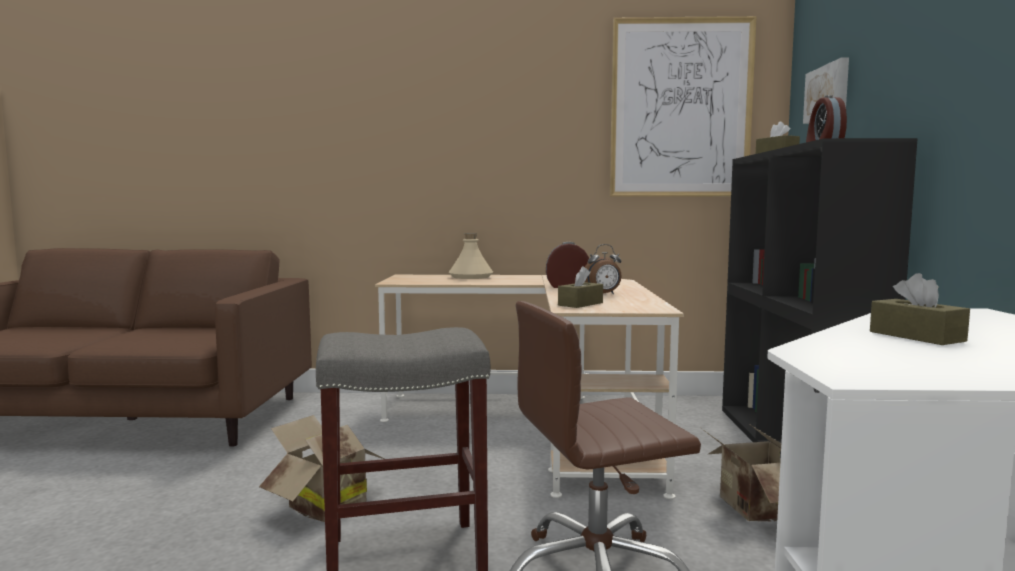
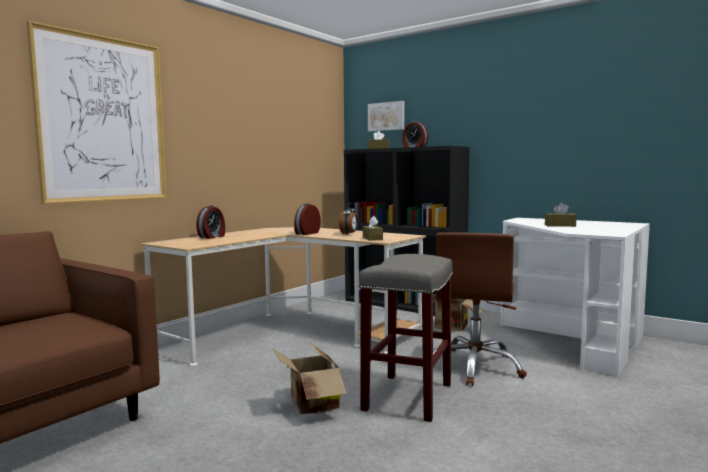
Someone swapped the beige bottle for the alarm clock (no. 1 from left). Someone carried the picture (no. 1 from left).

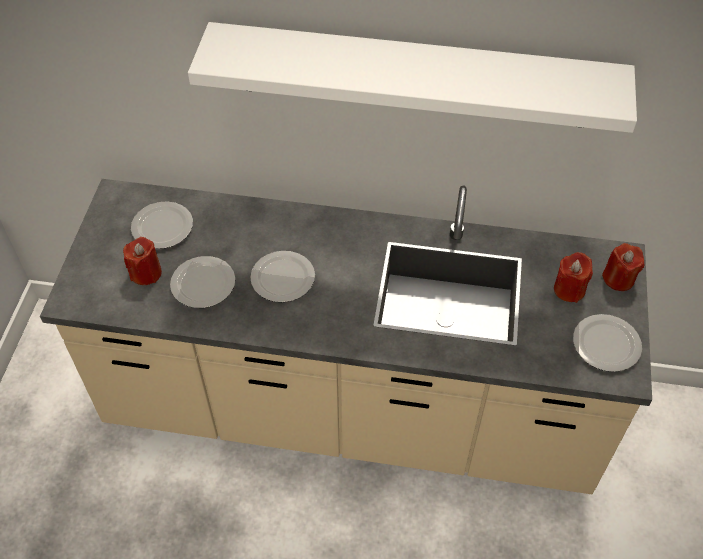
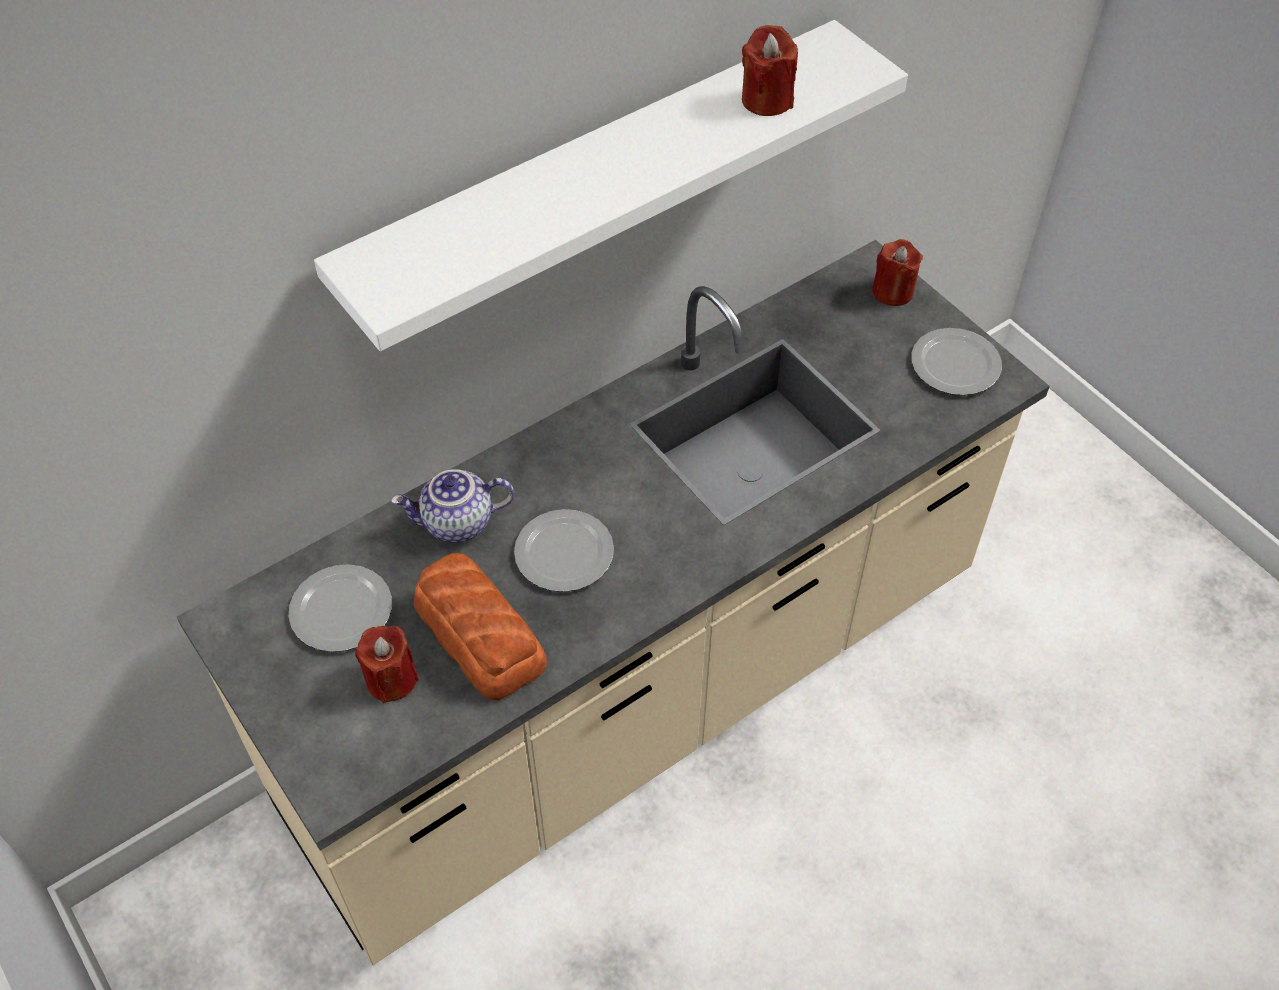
Someone swapped the plate (no. 2 from left) for the bread. Someone carried the red candle (no. 2 from left). Someone put down the teapot.

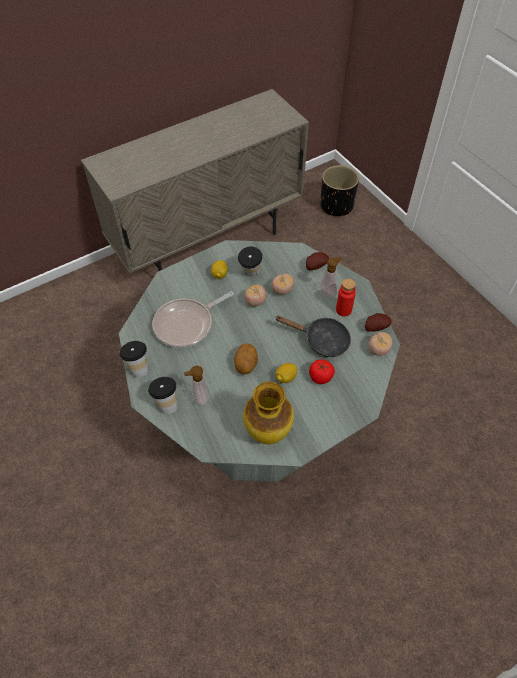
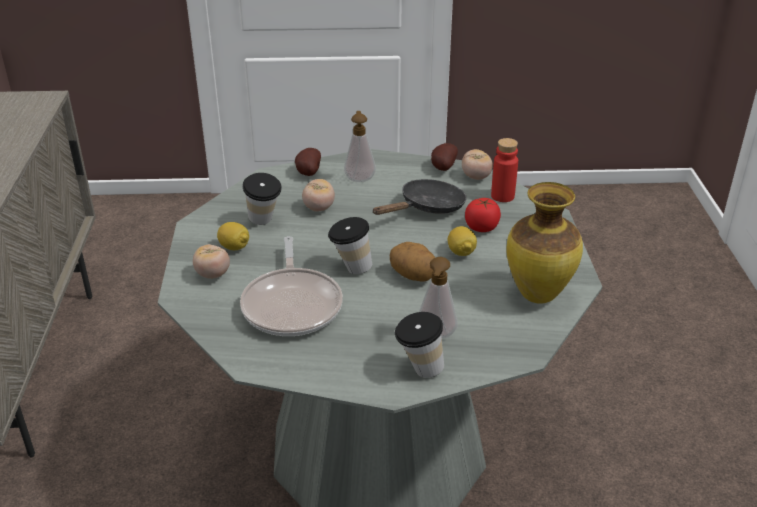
Someone carried the cup (no. 1 from left in the first image). Someone carried the tomato (no. 1 from left). Someone took away the black planter. Someone carried the red bottle.

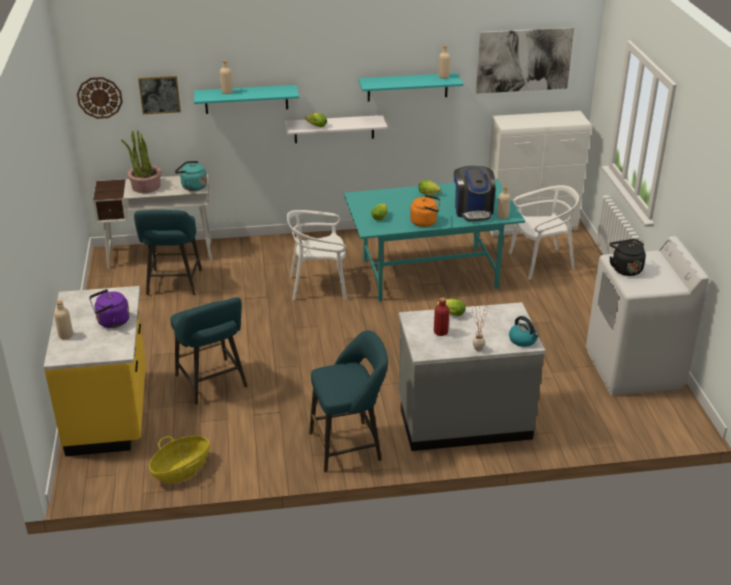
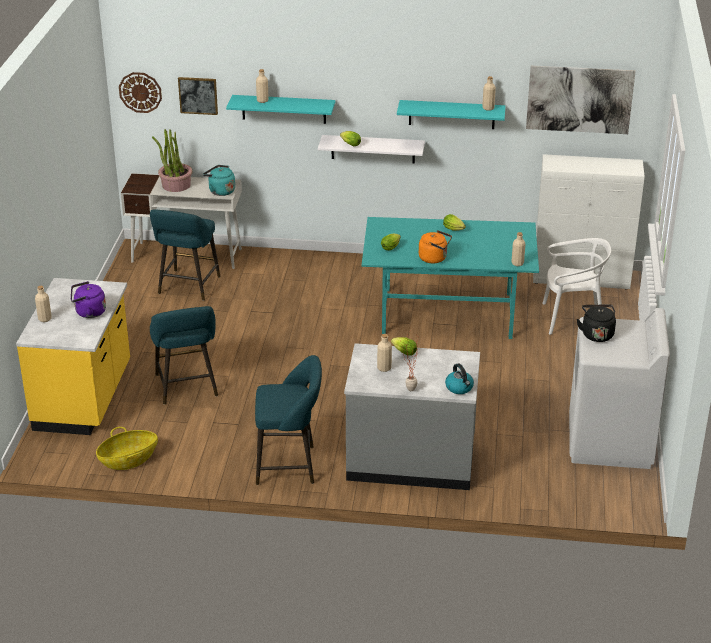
Someone took away the white chair (no. 1 from left). Someone repainted the red bottle, which became the beige bottle (no. 3 from left). Someone took away the coffee machine.

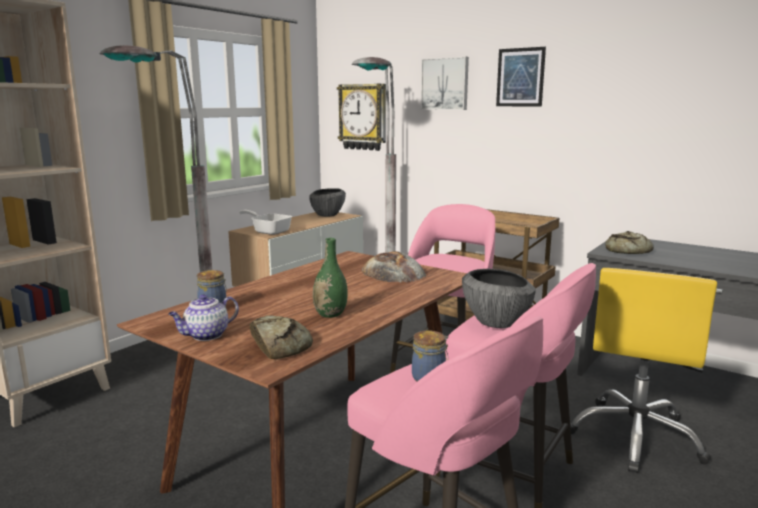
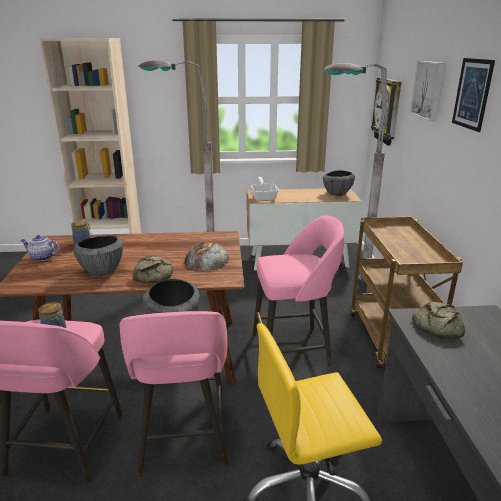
Someone carried the bread (no. 1 from left). Someone swapped the green vase for the bowl (no. 1 from left).

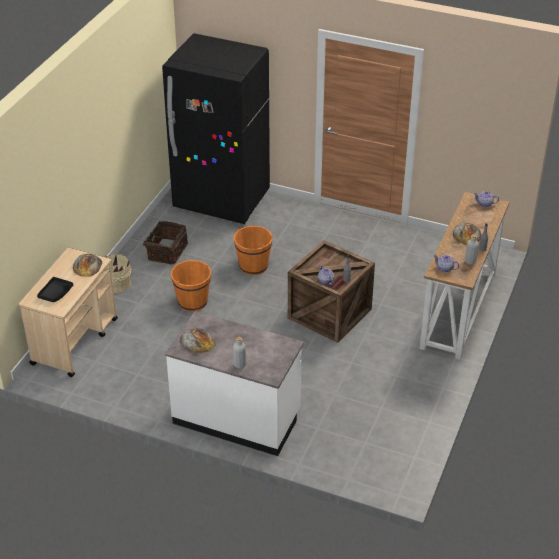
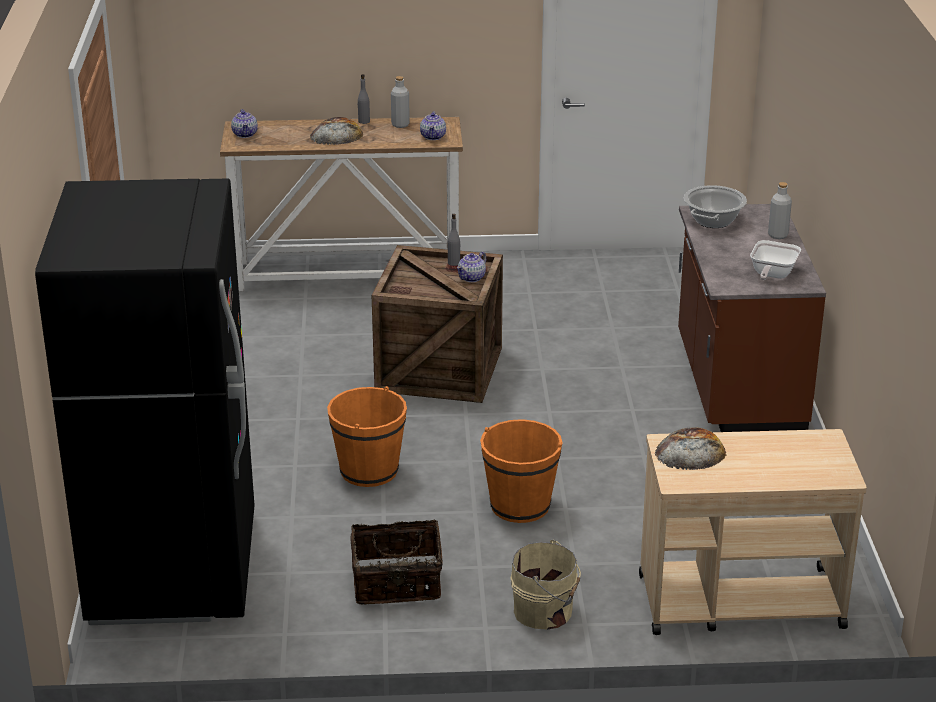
Someone took away the black tray. Someone repainted the white counter, which became the brown counter. Someone swapped the bread (no. 2 from left) for the frying pan. Someone put down the cooking pot.

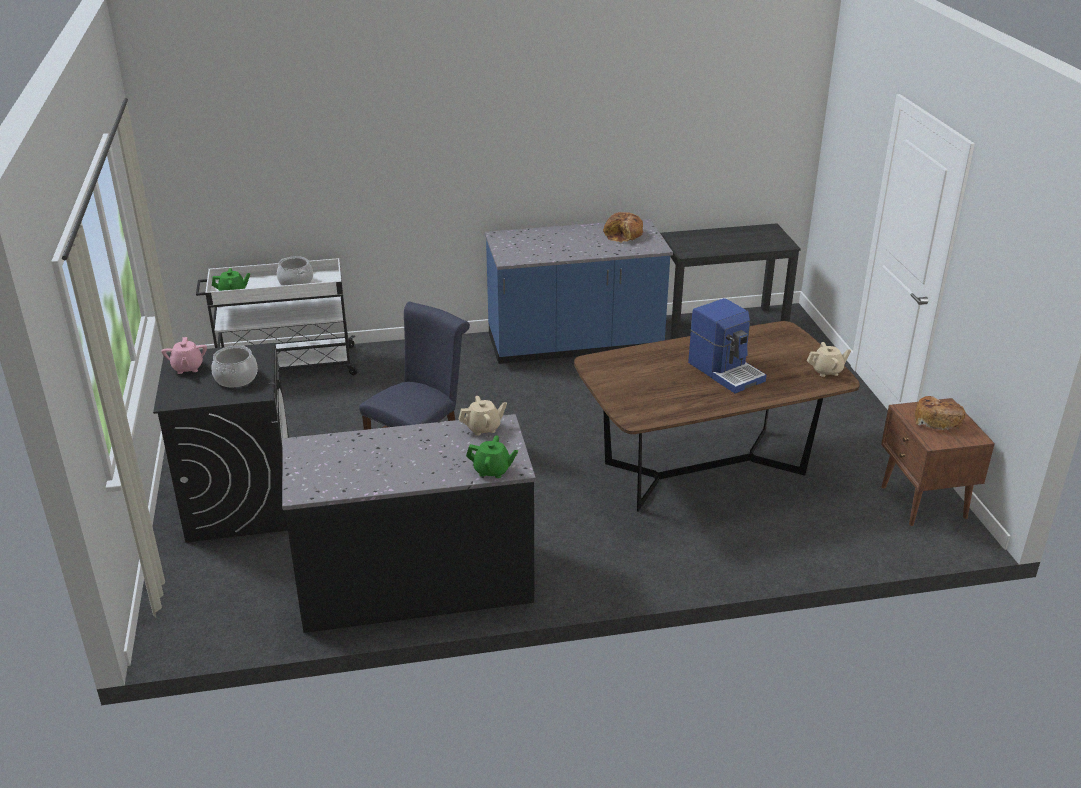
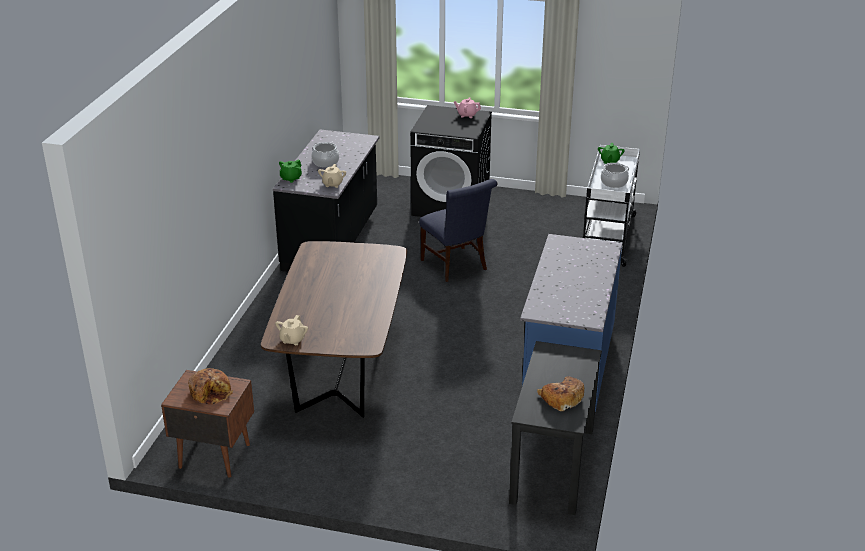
Someone carried the cooking pot (no. 1 from left). Someone carried the bread (no. 1 from left in the first image). Someone took away the coffee machine.

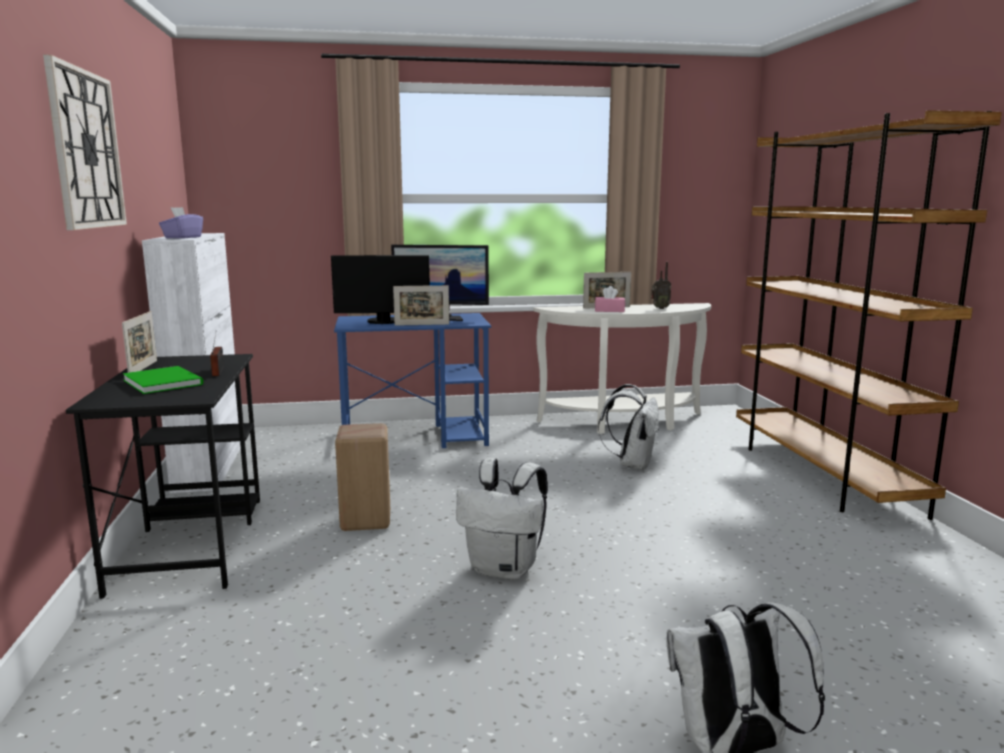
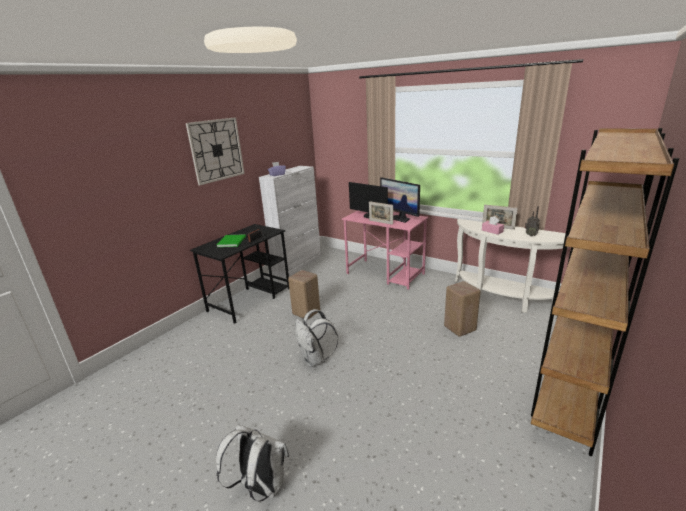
Someone took away the picture frame (no. 1 from left). Someone repainted the blue desk, which became the pink desk. Someone swapped the white backpack (no. 2 from left) for the beige stool (no. 2 from left).

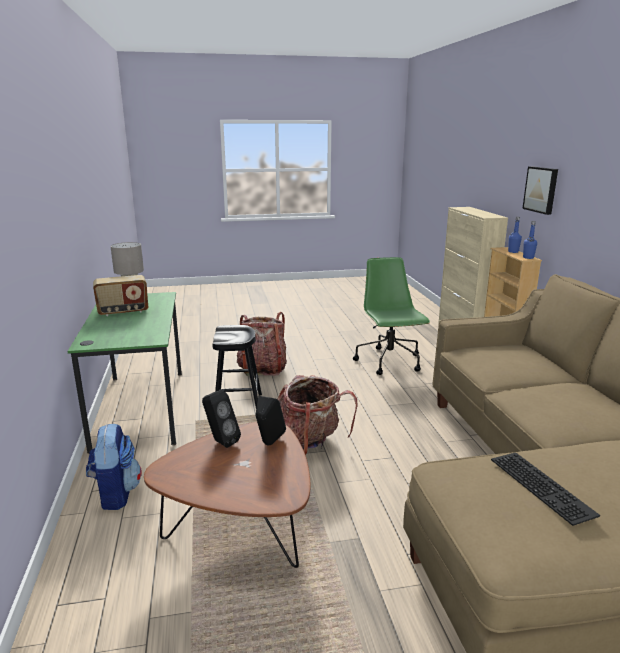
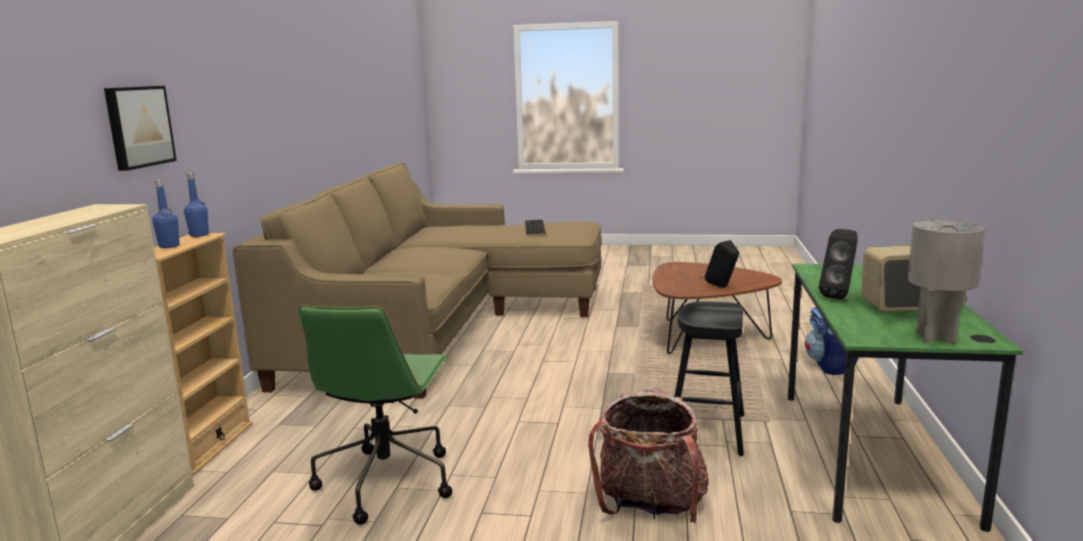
Someone carried the black speaker (no. 2 from left). Someone took away the backpack (no. 3 from left).

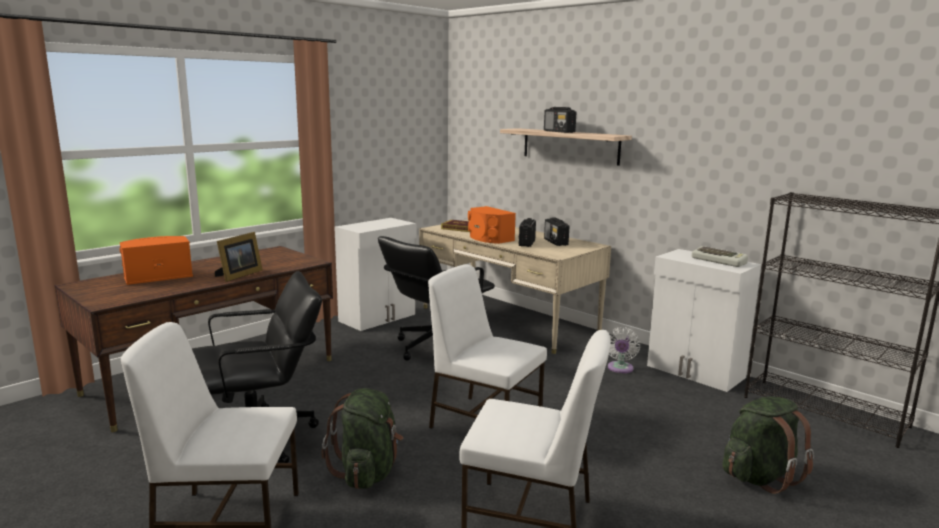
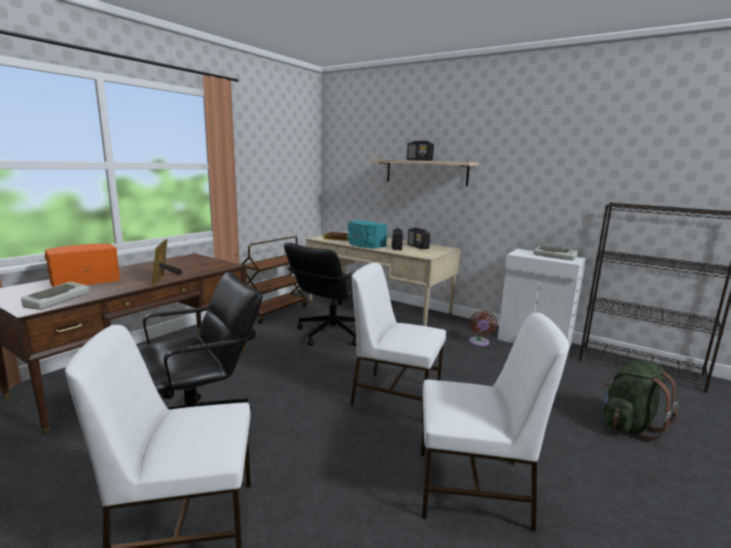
Someone rotated the picture frame by 150 degrees clockwise. Someone took away the green backpack (no. 1 from left). Someone swapped the white cabinet (no. 1 from left) for the brown cart. Someone repainted the orange speaker (no. 2 from left), which became the turquoise speaker. Someone repainted the white fan, which became the brown fan. Someone put down the keyboard (no. 1 from left).

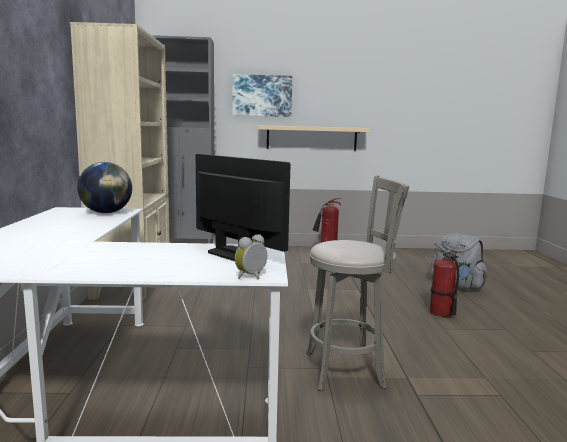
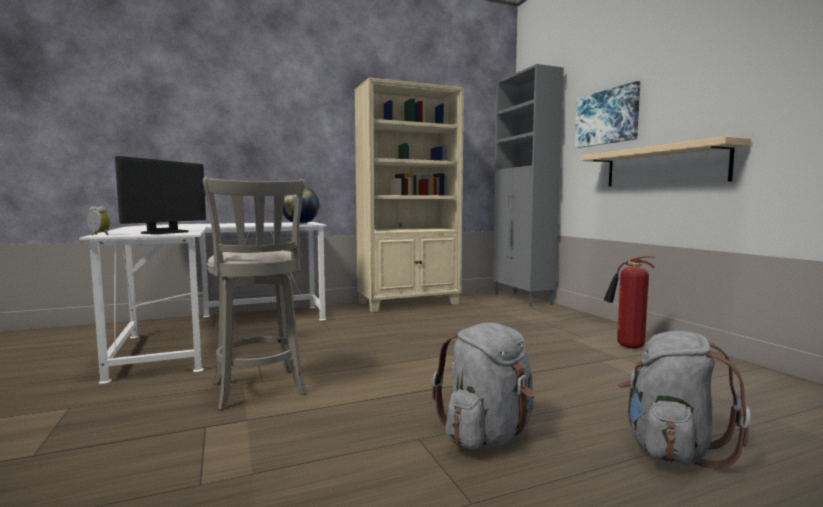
Someone swapped the fire extinguisher (no. 2 from left) for the grey backpack (no. 1 from left).

